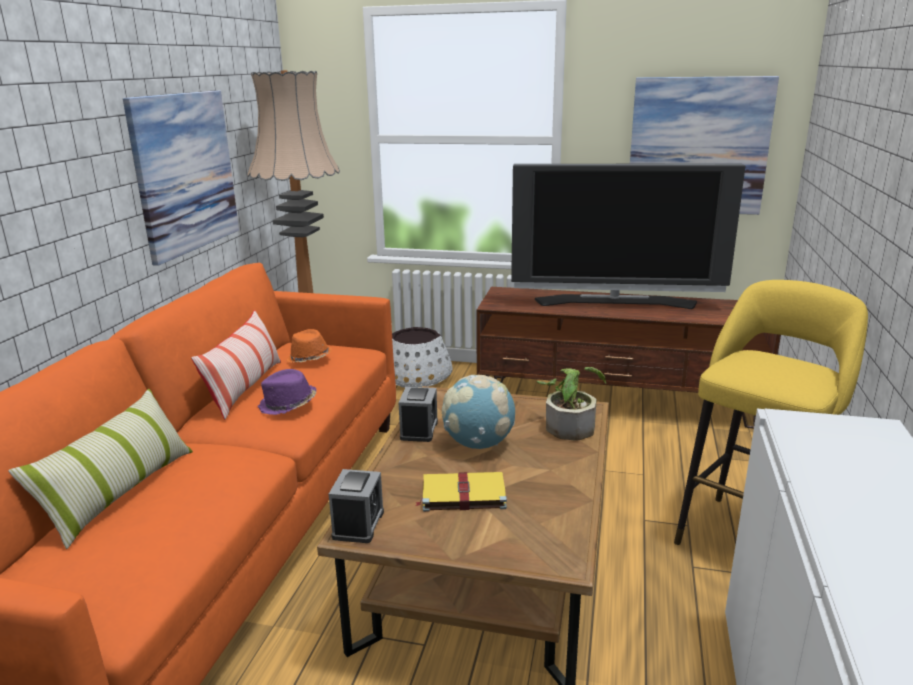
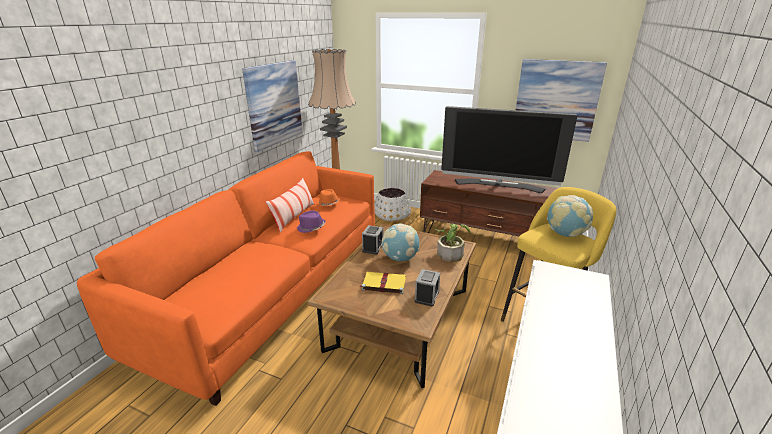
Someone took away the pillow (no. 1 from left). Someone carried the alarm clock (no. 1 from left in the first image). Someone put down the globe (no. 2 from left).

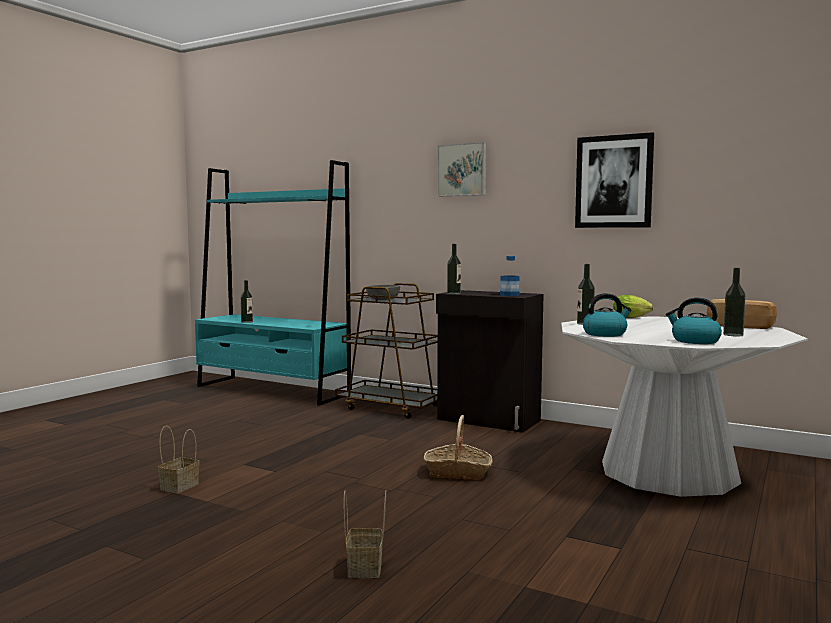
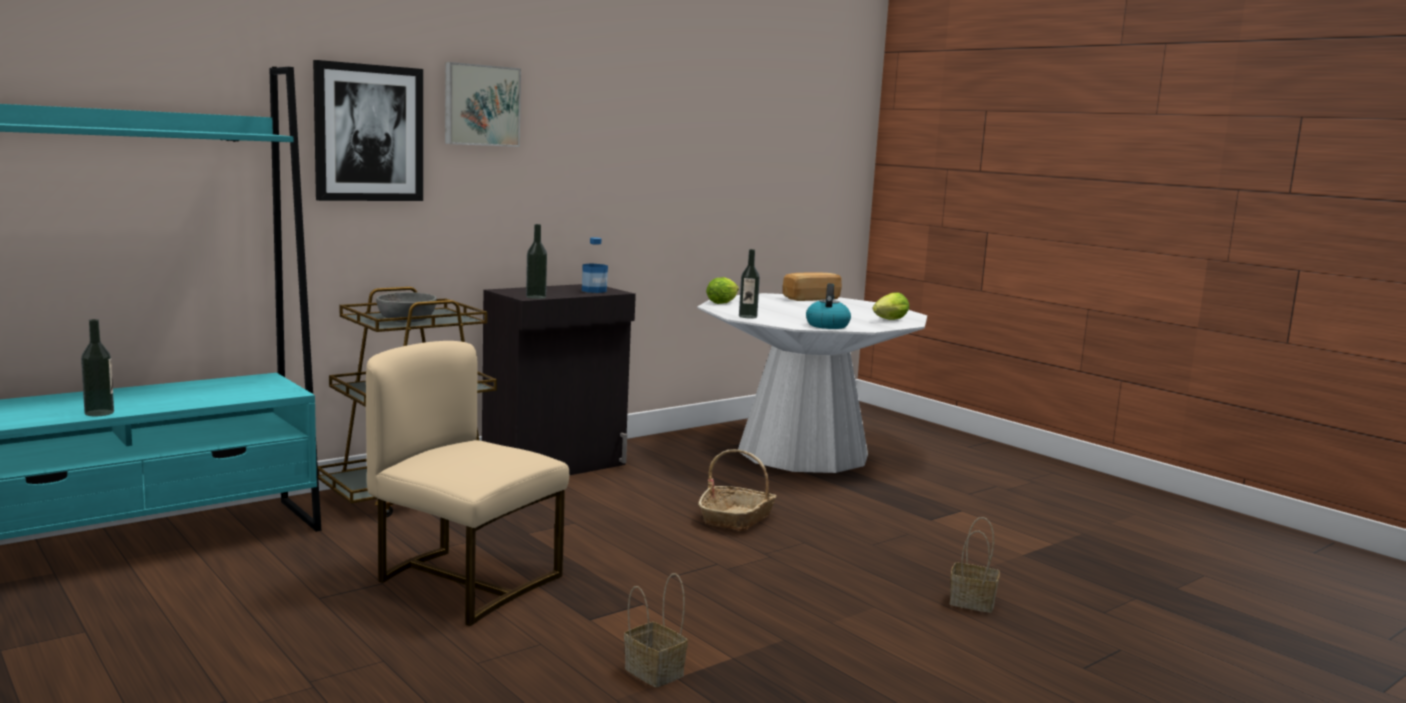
Someone carried the picture (no. 2 from left in the first image). Someone swapped the kettle (no. 2 from left) for the lettuce (no. 2 from left). Someone took away the bottle (no. 5 from left). Someone put down the beige chair.

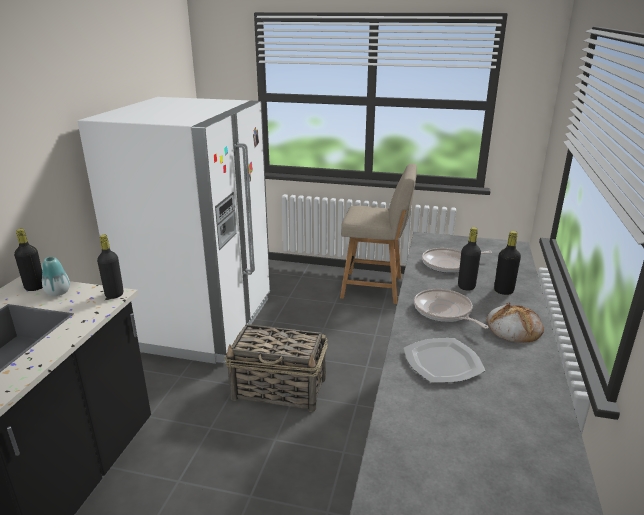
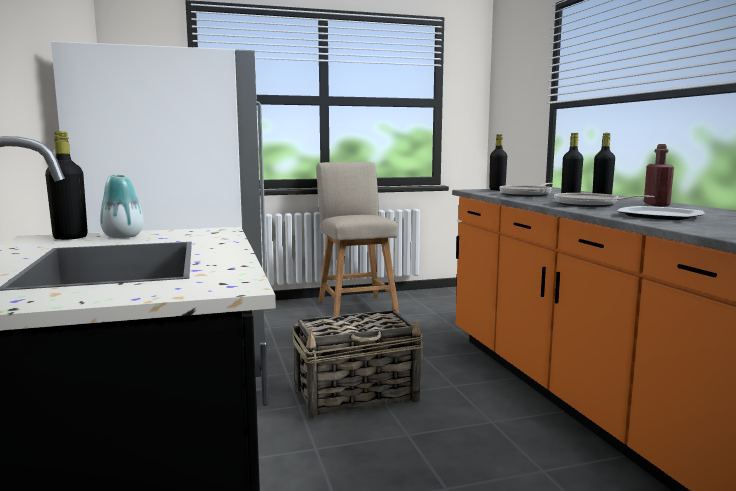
Someone carried the black bottle (no. 2 from left). Someone rotated the beige chair by 90 degrees counterclockwise. Someone swapped the bread for the red bottle.

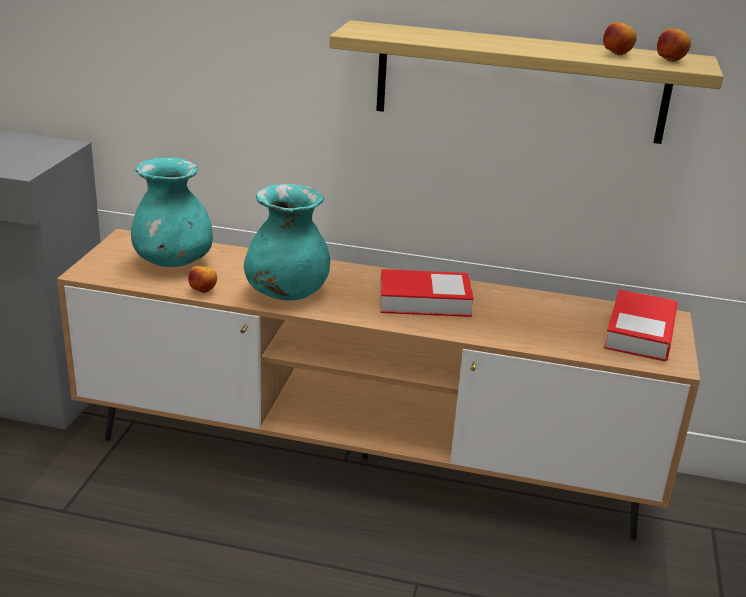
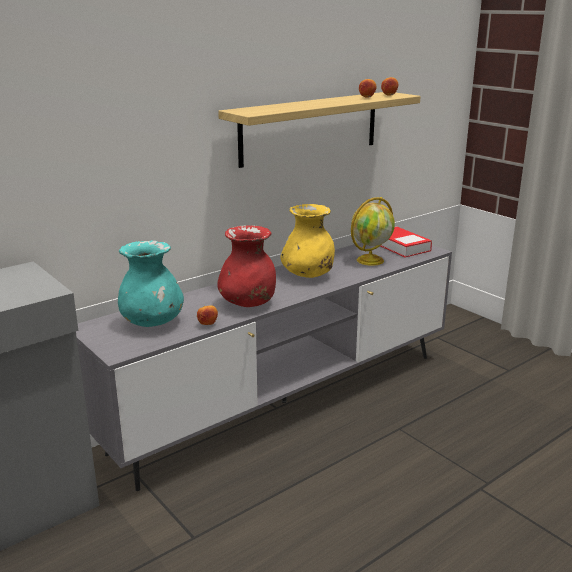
Someone repainted the brown tv stand, which became the grey tv stand. Someone repainted the turquoise vase (no. 2 from left), which became the red vase. Someone swapped the book (no. 1 from left) for the yellow vase. Someone put down the globe.

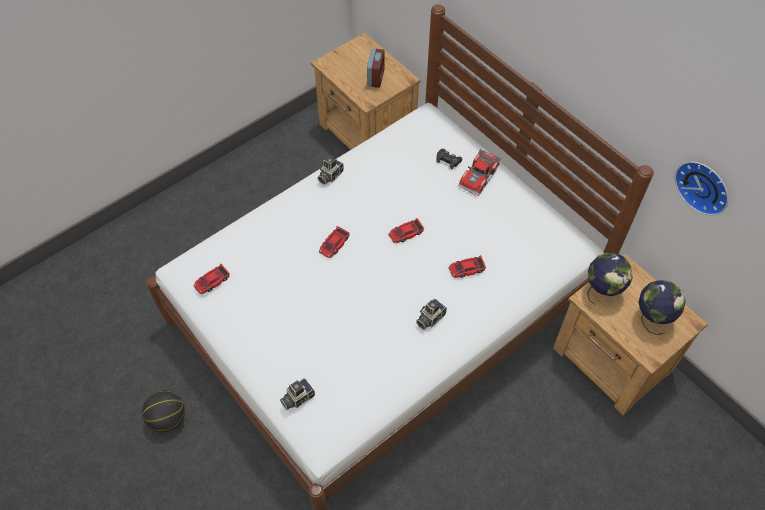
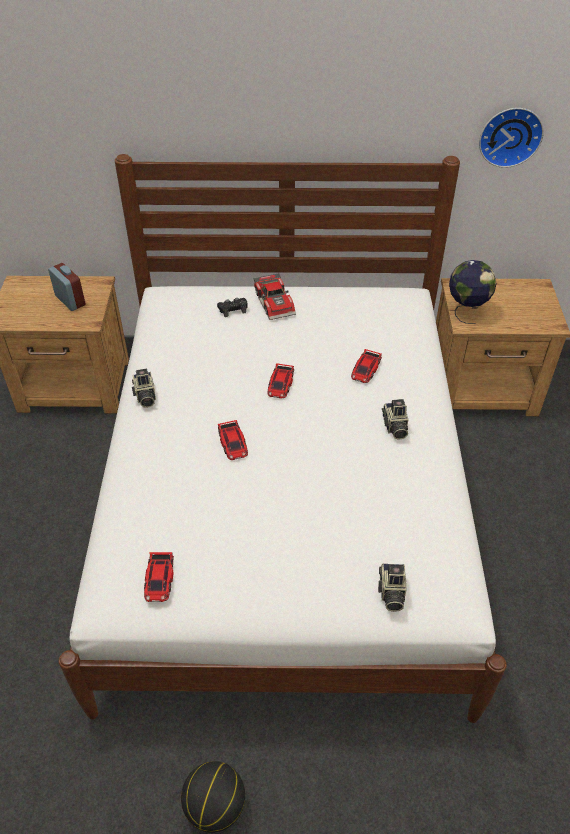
Someone took away the globe (no. 2 from left).

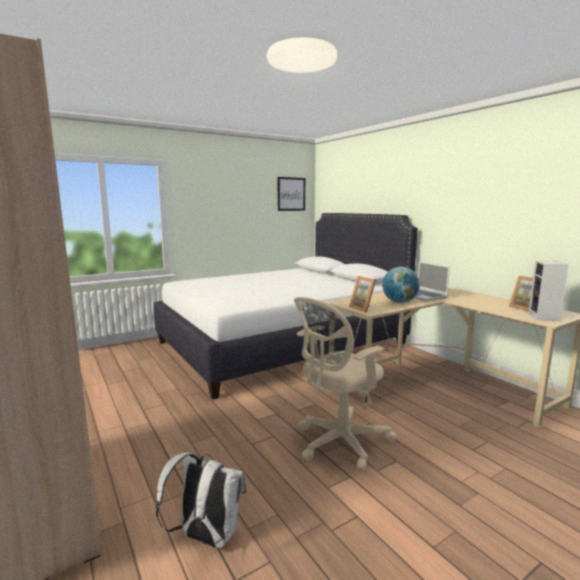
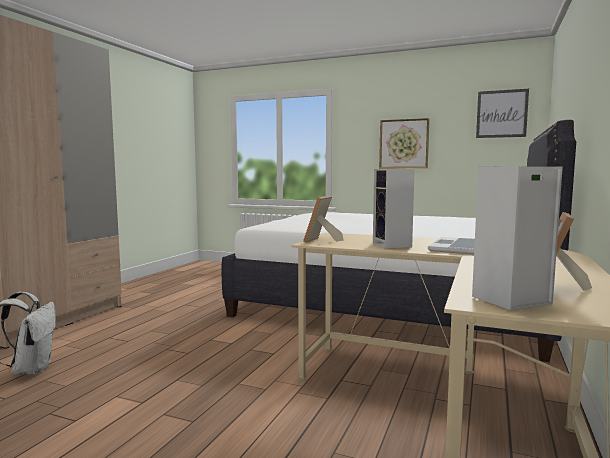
Someone took away the beige office chair. Someone swapped the globe for the speaker (no. 1 from left). Someone put up the picture (no. 1 from left).

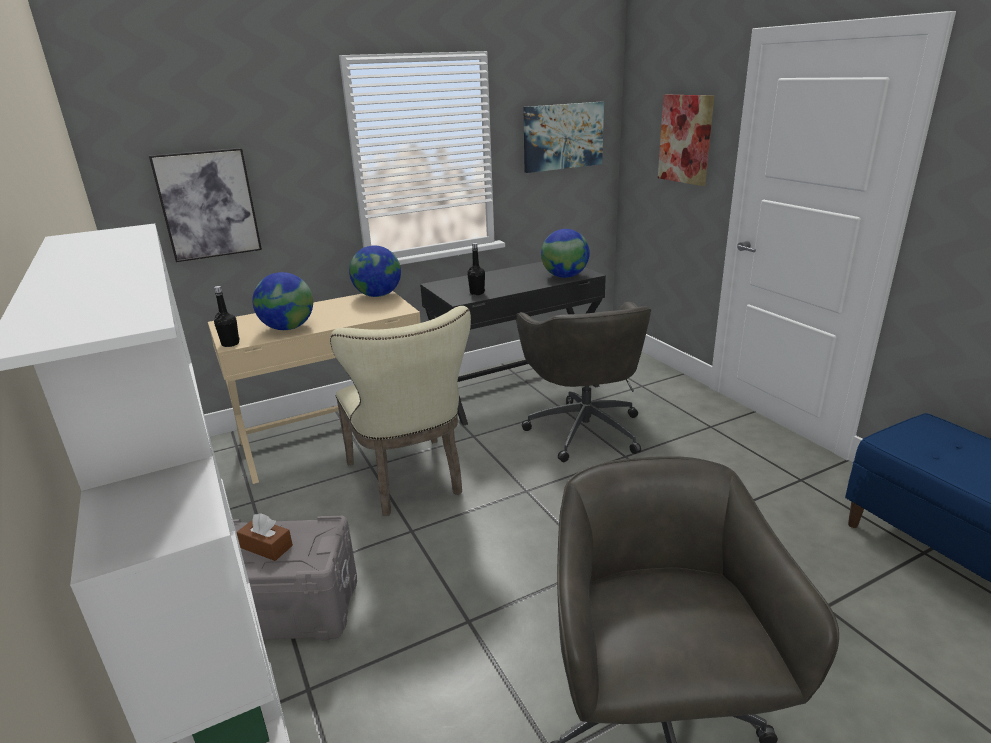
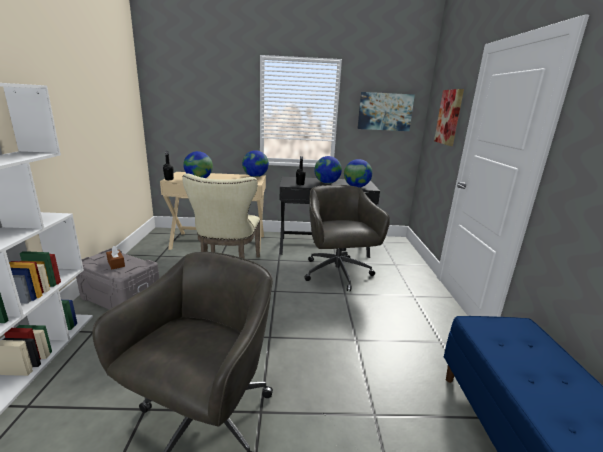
Someone took away the picture (no. 1 from left). Someone rotated the grey office chair (no. 1 from left in the first image) by 150 degrees clockwise. Someone put down the globe (no. 3 from left).

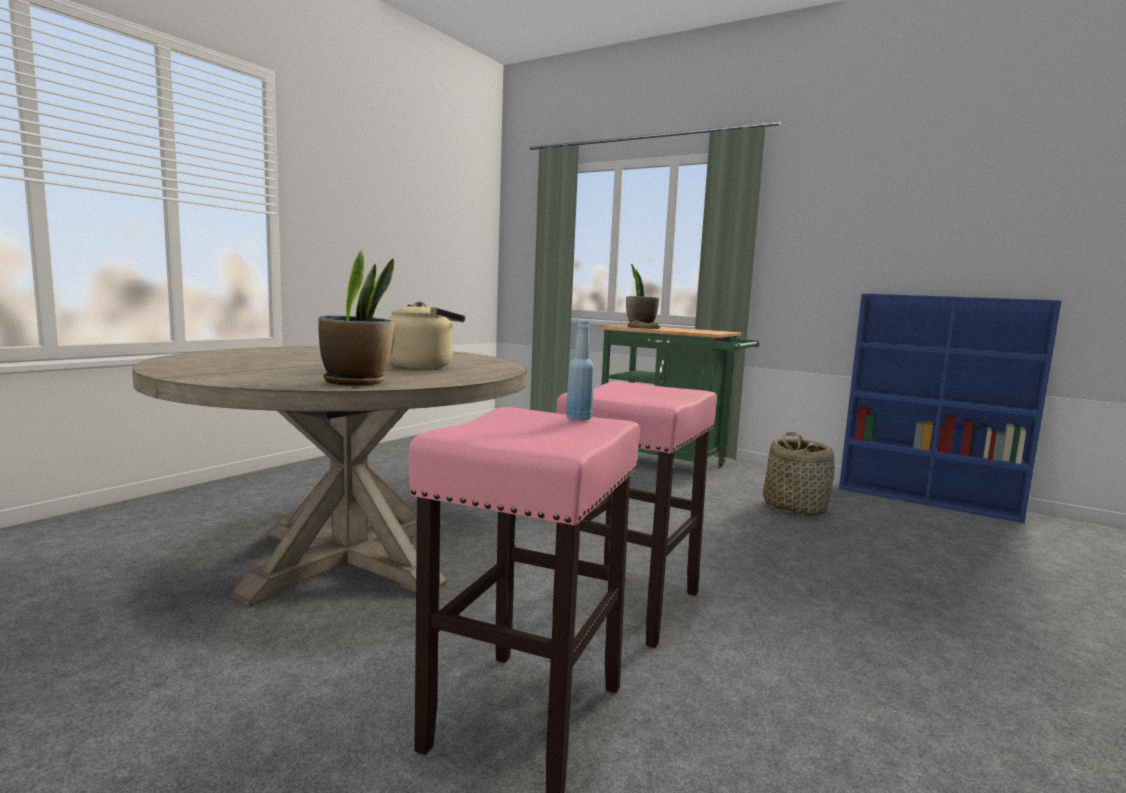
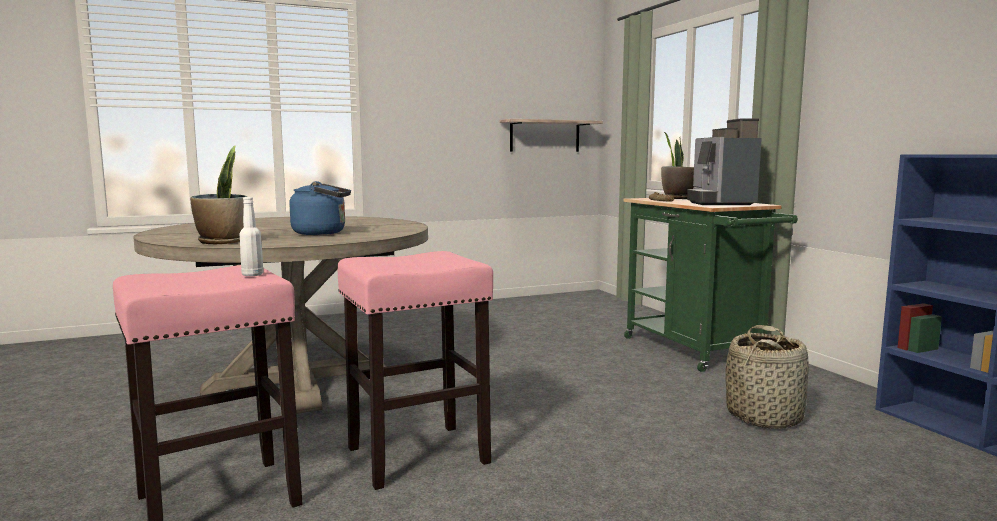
Someone repainted the beige kettle, which became the blue kettle. Someone repainted the blue bottle, which became the white bottle. Someone put up the shelf. Someone put down the coffee machine.

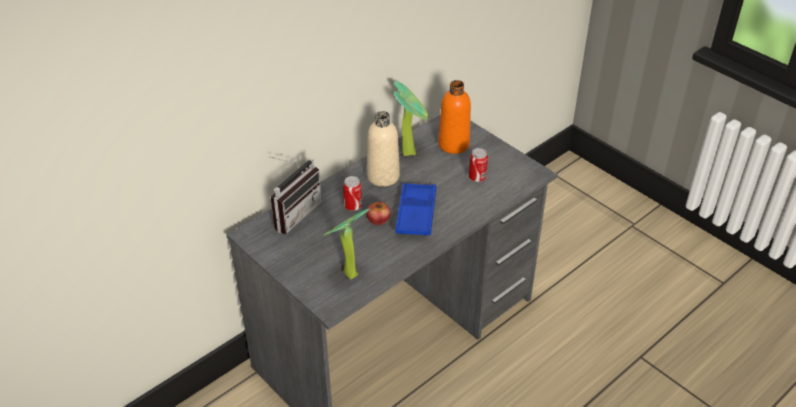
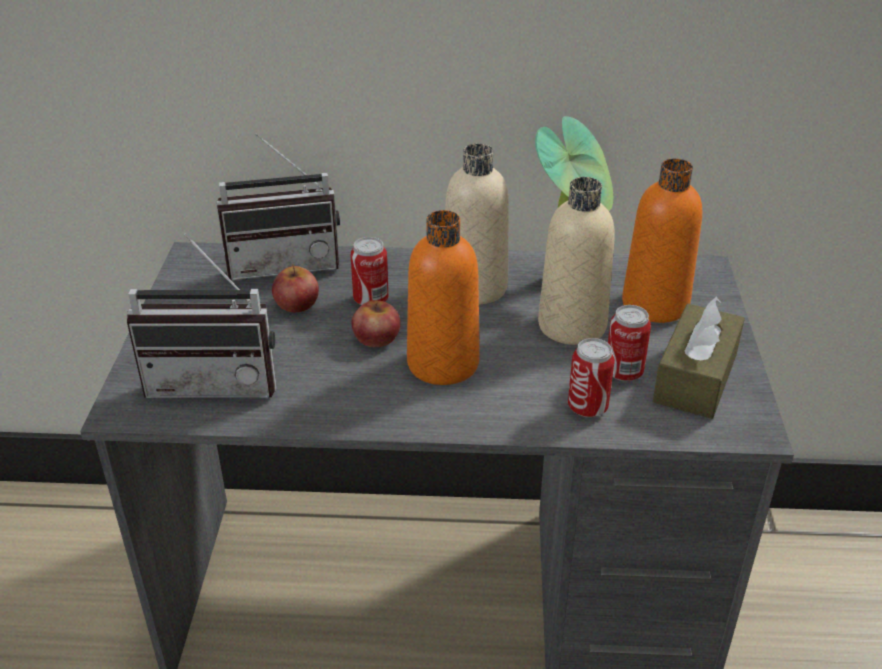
Someone swapped the potted plant (no. 1 from left) for the radio (no. 1 from left). Someone swapped the blue tray for the orange bottle (no. 1 from left). Someone put down the apple (no. 1 from left). Someone put down the beige bottle (no. 2 from left). Someone put down the can (no. 2 from left). Someone put down the brown tissue box.

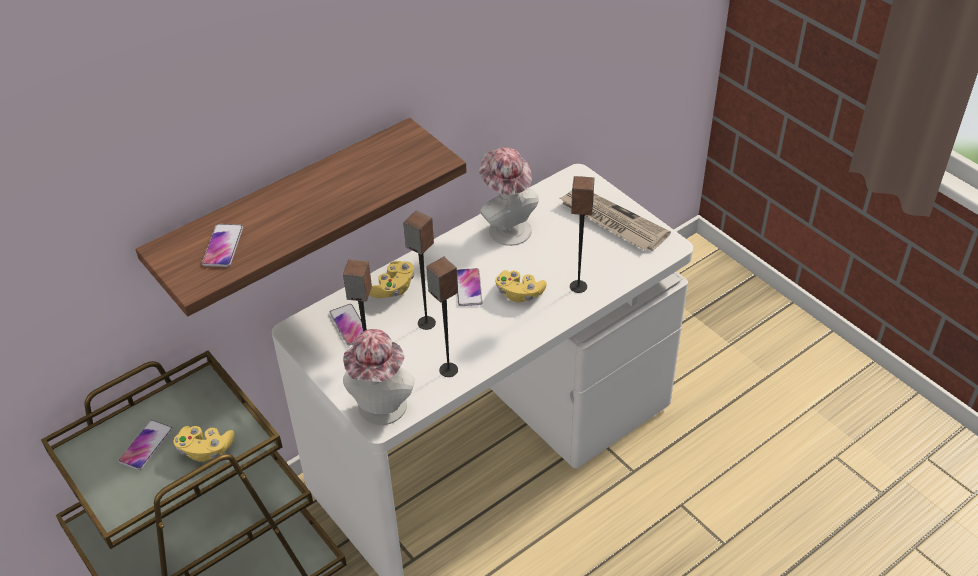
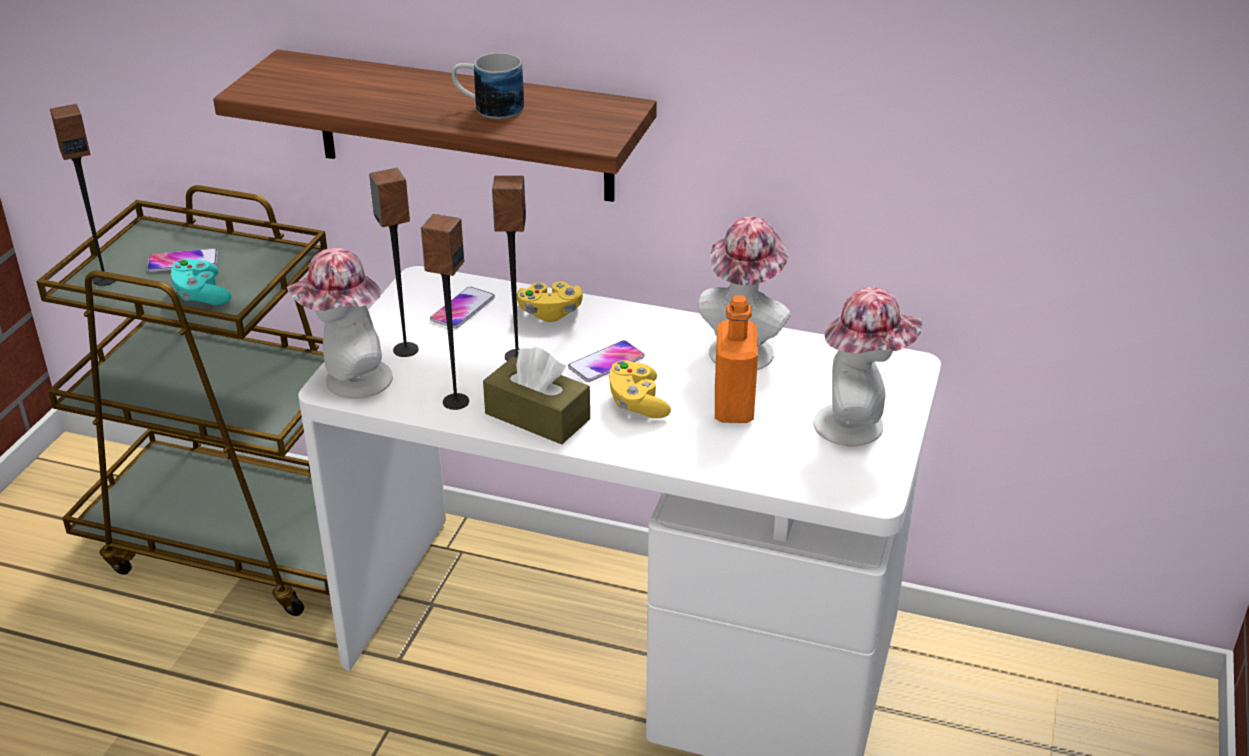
Someone repainted the yellow game controller (no. 1 from left), which became the turquoise game controller. Someone took away the phone (no. 2 from left). Someone swapped the newspaper for the hat (no. 3 from left). Someone carried the speaker (no. 4 from left in the first image). Someone put down the mug. Someone put down the brown tissue box. Someone put down the orange bottle.

